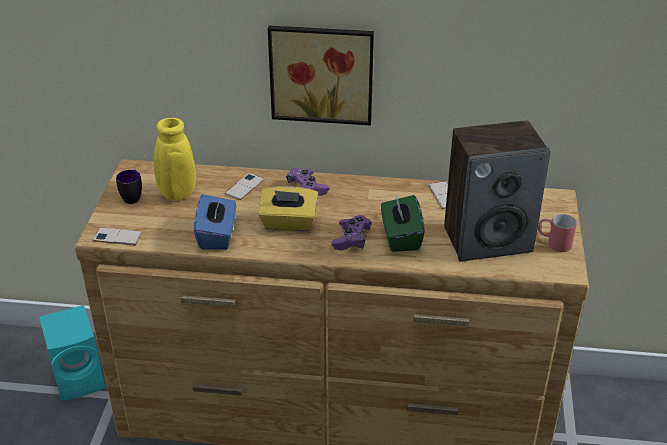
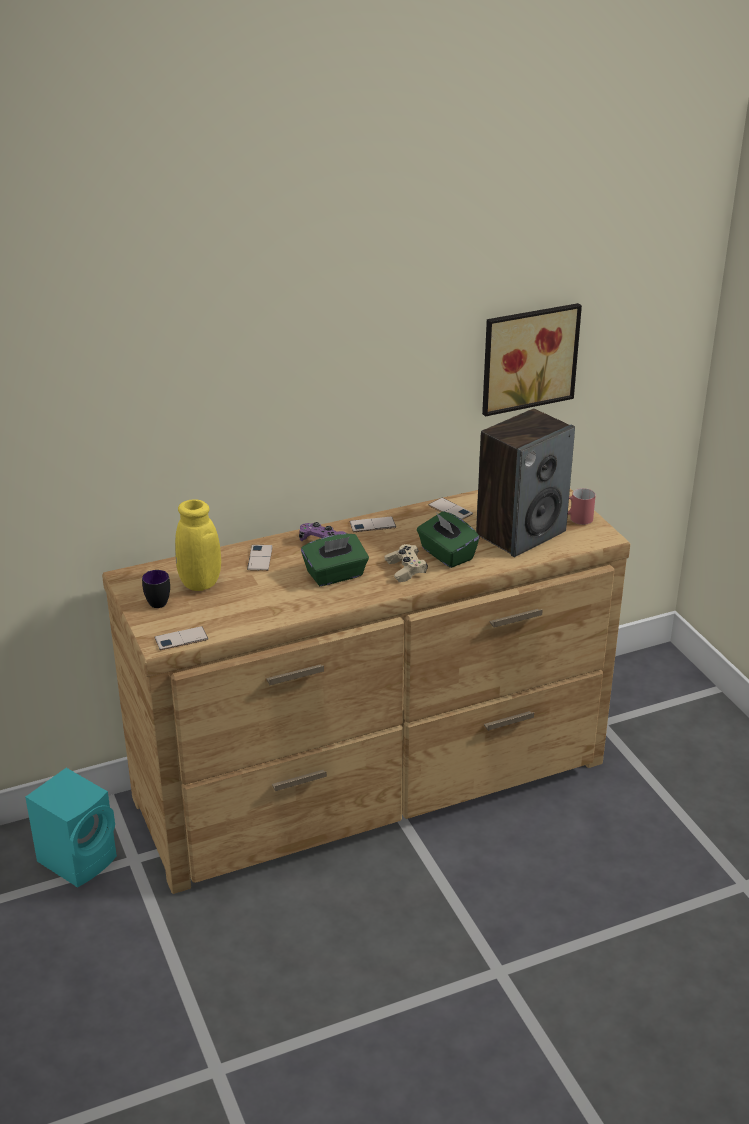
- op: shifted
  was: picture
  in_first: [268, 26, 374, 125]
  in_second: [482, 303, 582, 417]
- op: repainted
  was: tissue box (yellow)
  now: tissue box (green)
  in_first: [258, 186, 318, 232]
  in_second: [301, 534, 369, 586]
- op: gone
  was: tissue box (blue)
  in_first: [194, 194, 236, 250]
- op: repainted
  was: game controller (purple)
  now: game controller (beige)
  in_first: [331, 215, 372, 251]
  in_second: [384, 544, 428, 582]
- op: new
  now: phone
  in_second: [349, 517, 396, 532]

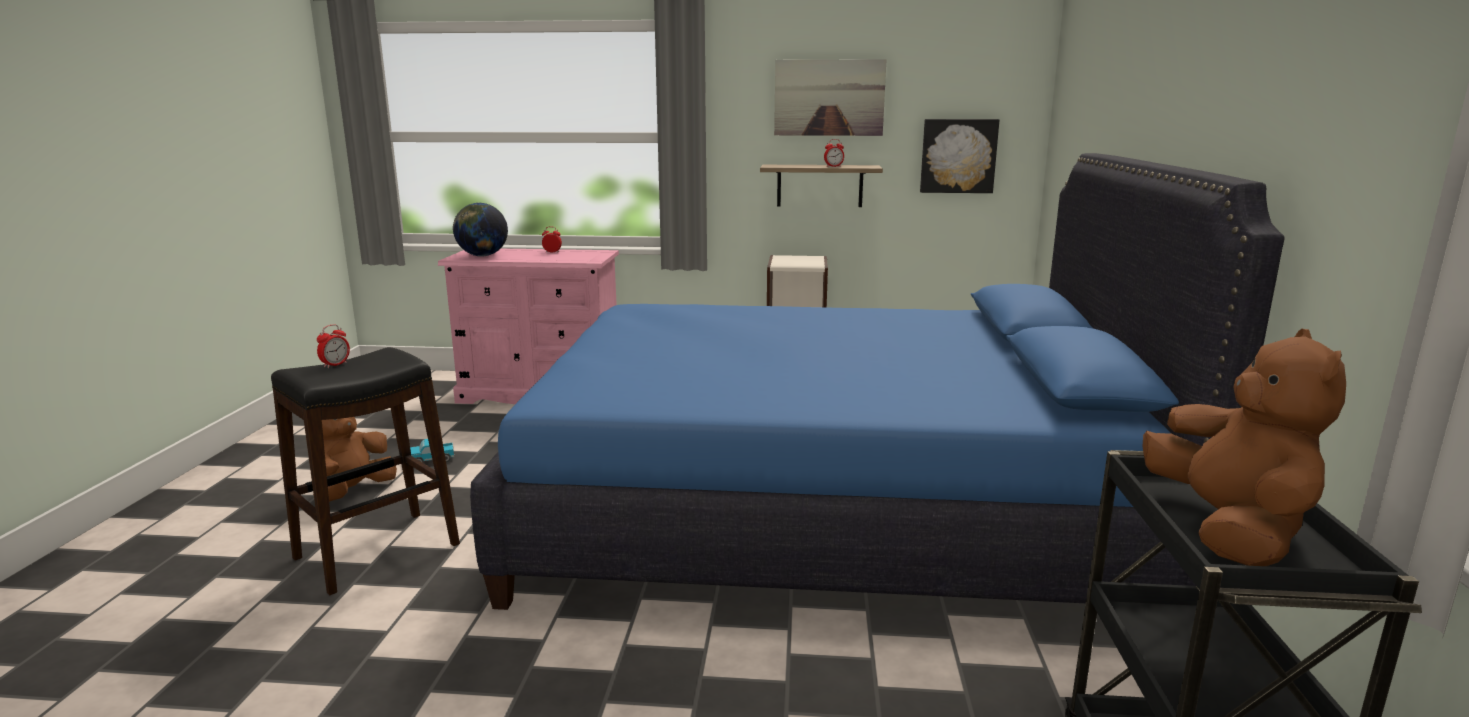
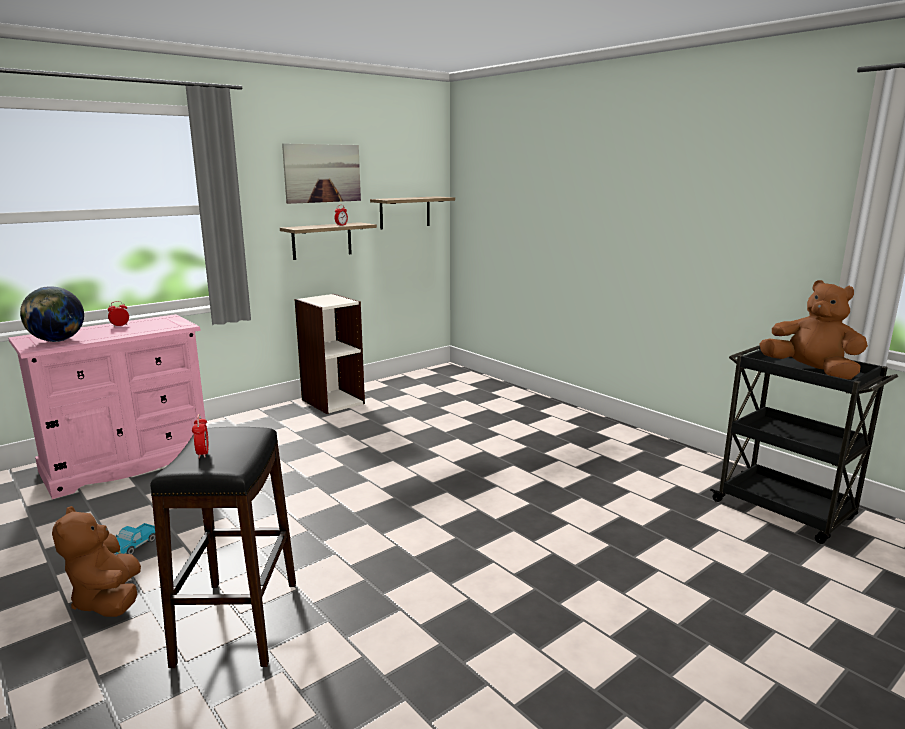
- op: swapped
  was: picture
  now: shelf
  in_first: [920, 119, 999, 193]
  in_second: [370, 196, 455, 229]
- op: gone
  was: bed (blue)
  in_first: [470, 153, 1285, 610]

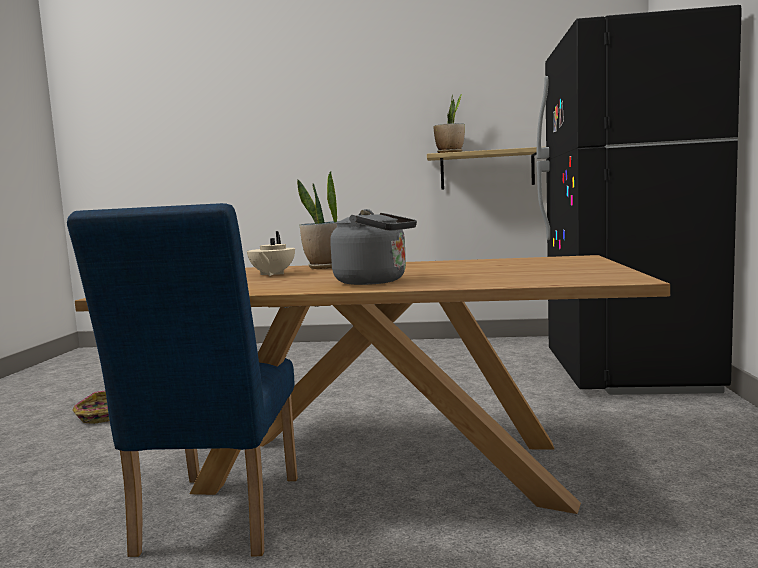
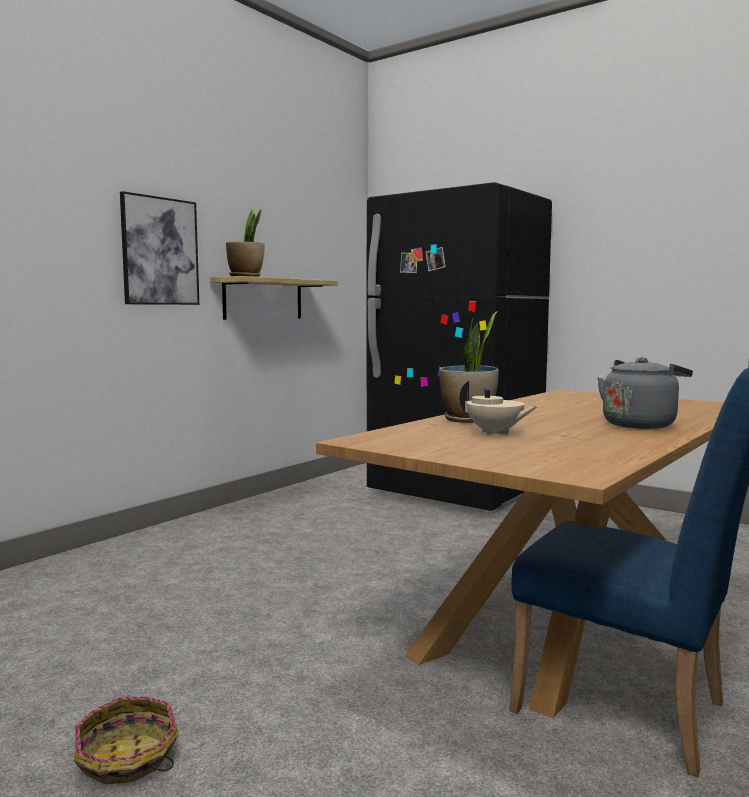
- op: new
  now: picture
  in_second: [120, 191, 199, 305]

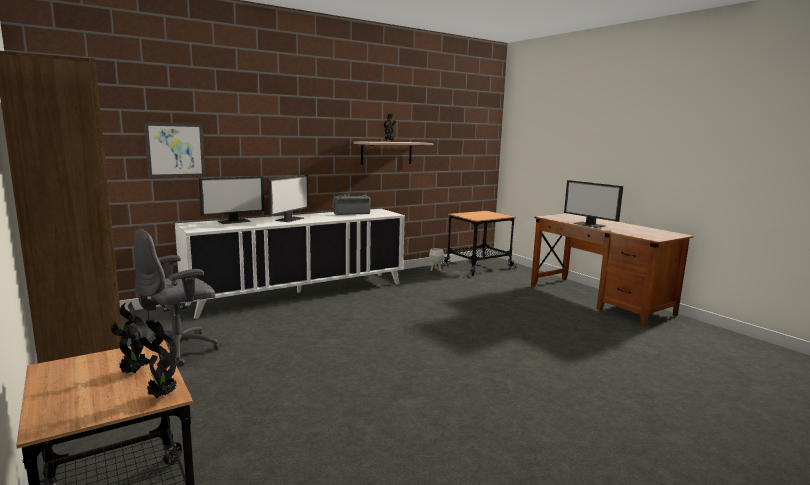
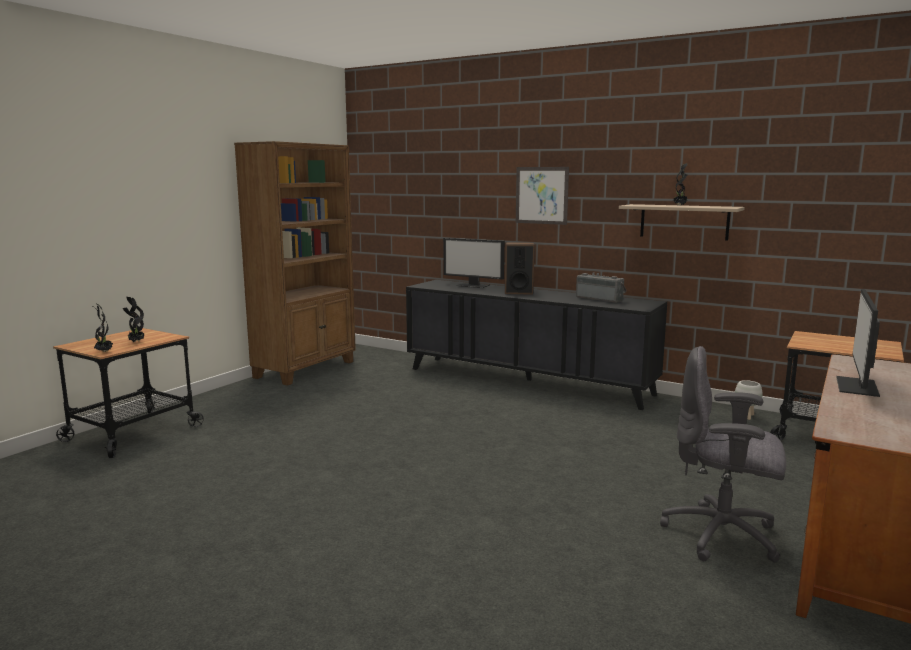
- op: shifted
  was: picture
  in_first: [144, 122, 206, 178]
  in_second: [516, 167, 569, 225]
- op: swapped
  was: monitor
  now: speaker
  in_first: [268, 175, 309, 222]
  in_second: [505, 242, 535, 294]
- op: repainted
  was: cabinet (white)
  now: cabinet (black)
  in_first: [175, 209, 405, 319]
  in_second: [406, 280, 667, 410]
- op: shifted
  was: office chair (grey)
  in_first: [134, 229, 220, 367]
  in_second: [660, 346, 786, 563]

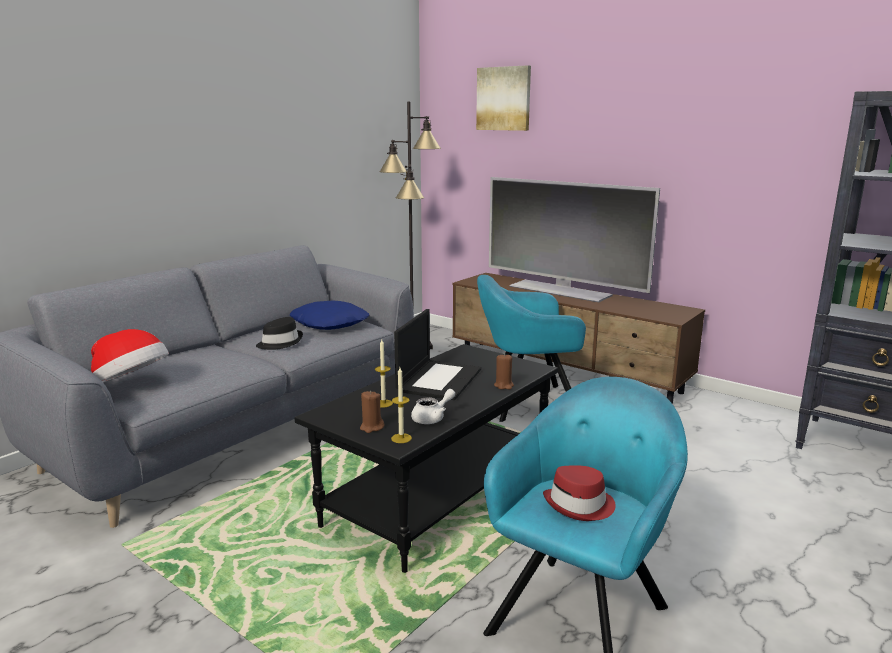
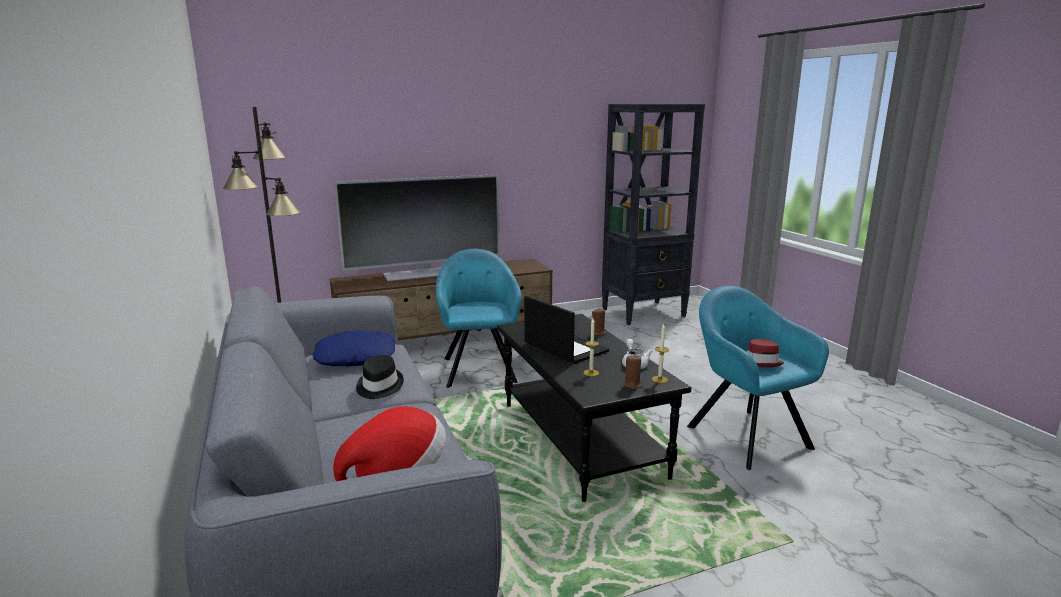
- op: gone
  was: picture
  in_first: [476, 65, 531, 131]
- op: rotated
  was: armchair (turquoise)
  in_first: [477, 275, 586, 422]
  in_second: [436, 249, 522, 388]
  clockwise: 150

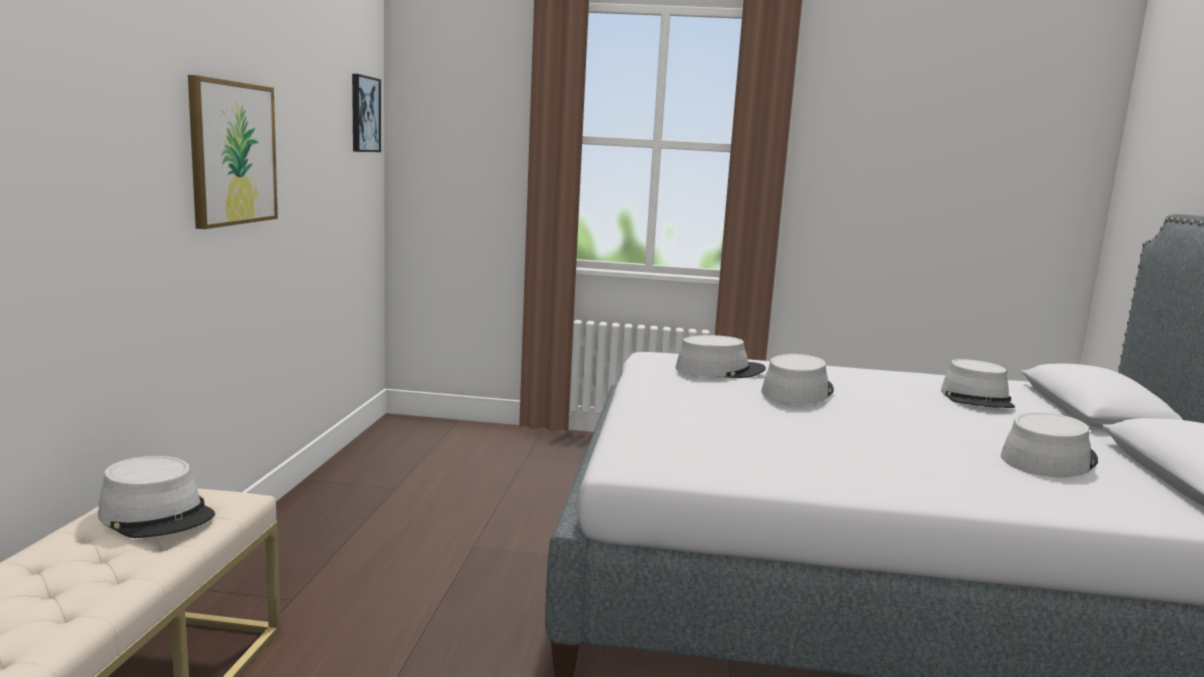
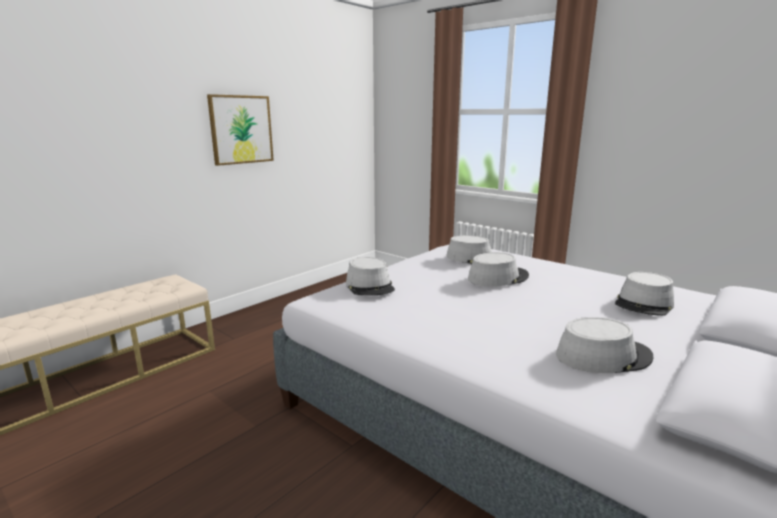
- op: gone
  was: picture
  in_first: [352, 74, 381, 152]
- op: shifted
  was: hat (grey)
  in_first: [98, 456, 215, 538]
  in_second: [346, 257, 395, 296]

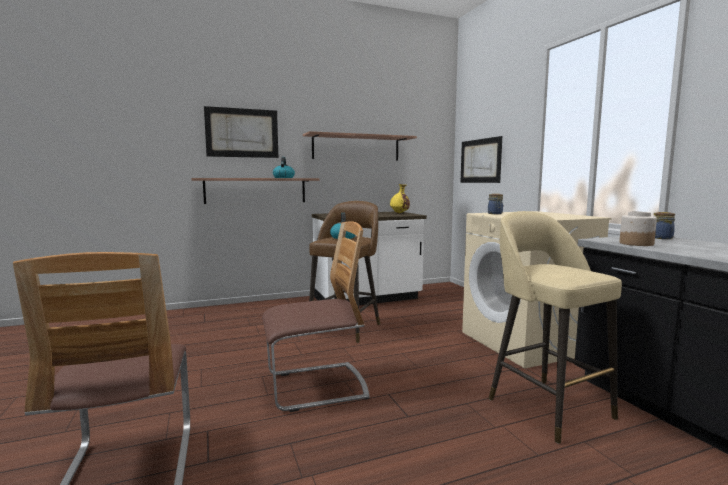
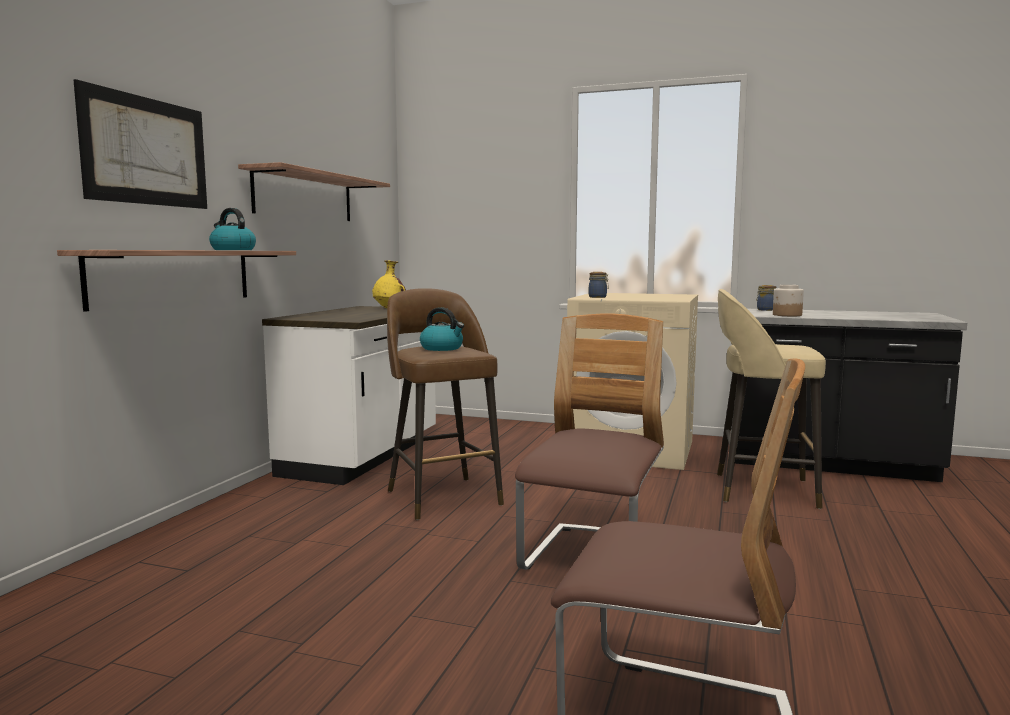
- op: gone
  was: picture
  in_first: [460, 136, 502, 183]

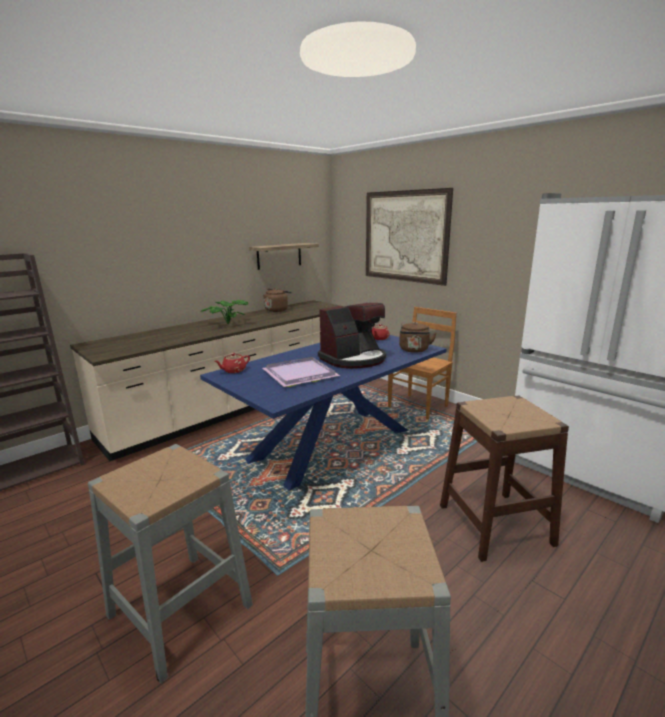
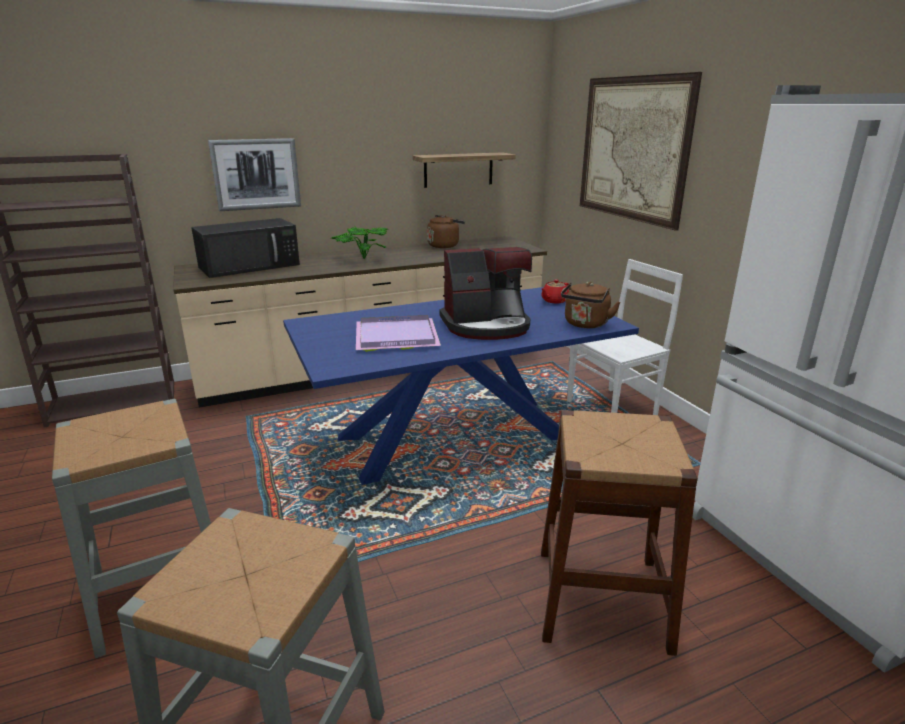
- op: repainted
  was: chair (brown)
  now: chair (white)
  in_first: [388, 307, 456, 420]
  in_second: [567, 259, 683, 415]
- op: gone
  was: teapot (red)
  in_first: [215, 353, 250, 373]
- op: new
  now: picture
  in_second: [208, 138, 301, 211]
- op: new
  now: microwave (black)
  in_second: [191, 218, 300, 278]

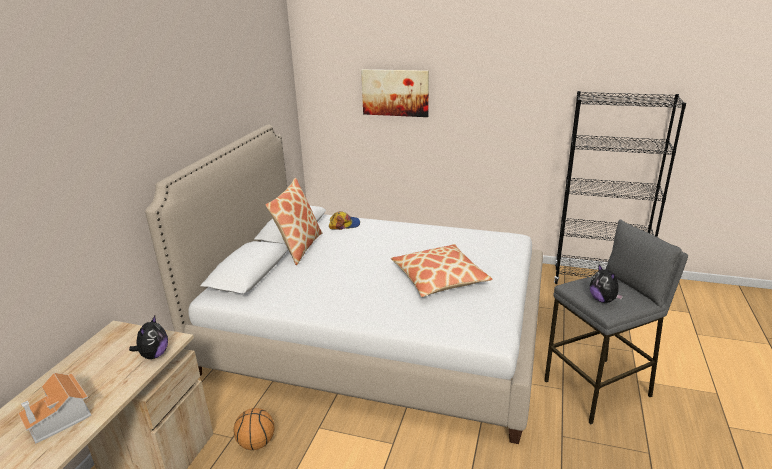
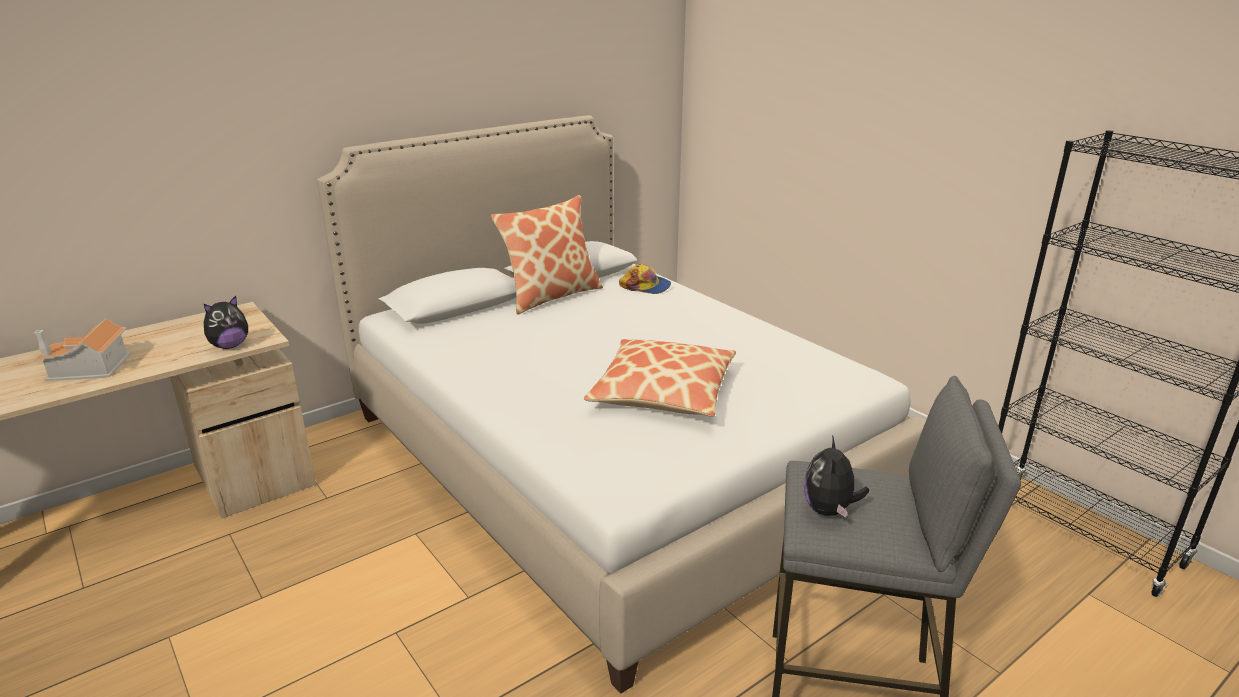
- op: gone
  was: picture
  in_first: [361, 69, 429, 117]
- op: gone
  was: basketball
  in_first: [234, 408, 274, 450]

